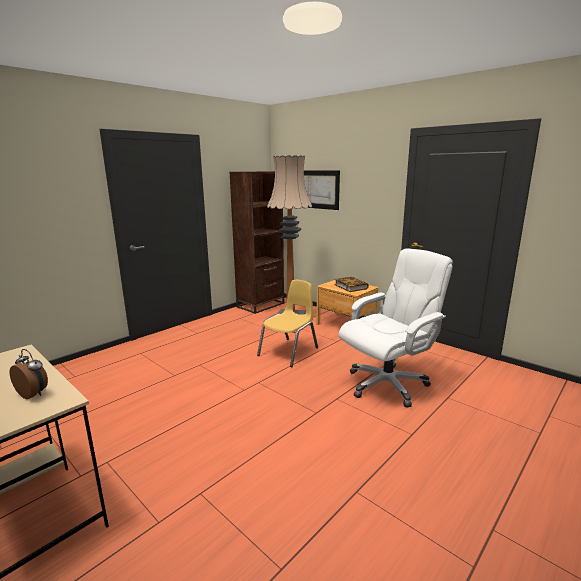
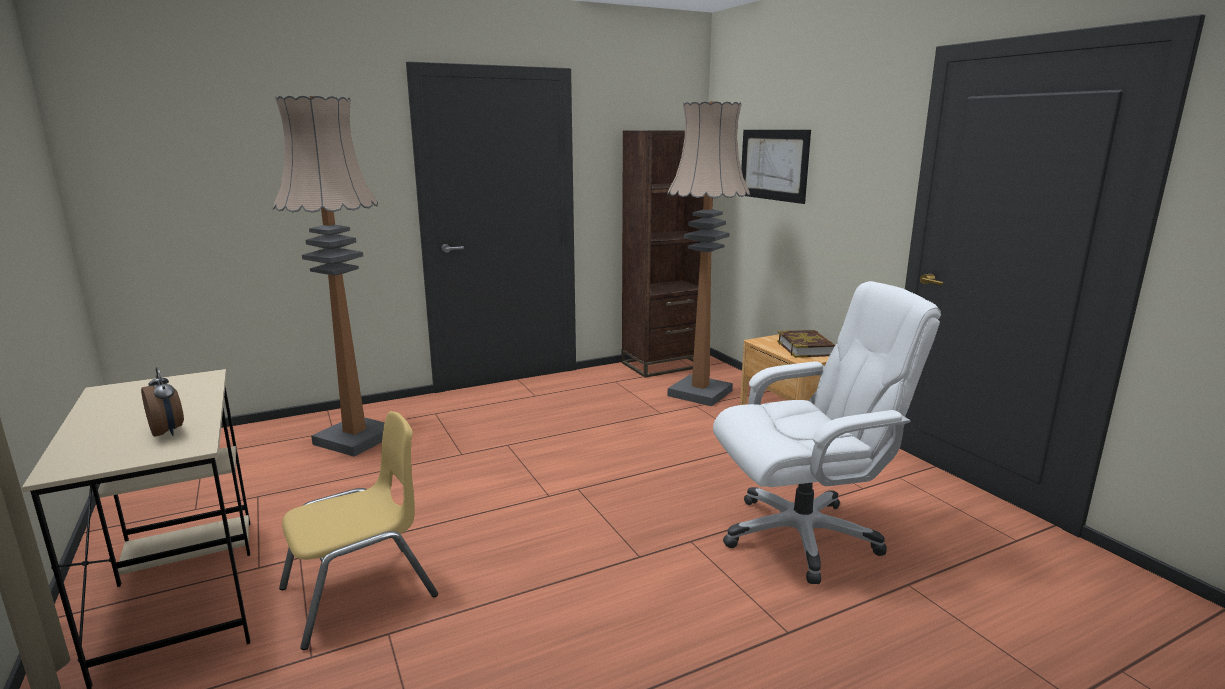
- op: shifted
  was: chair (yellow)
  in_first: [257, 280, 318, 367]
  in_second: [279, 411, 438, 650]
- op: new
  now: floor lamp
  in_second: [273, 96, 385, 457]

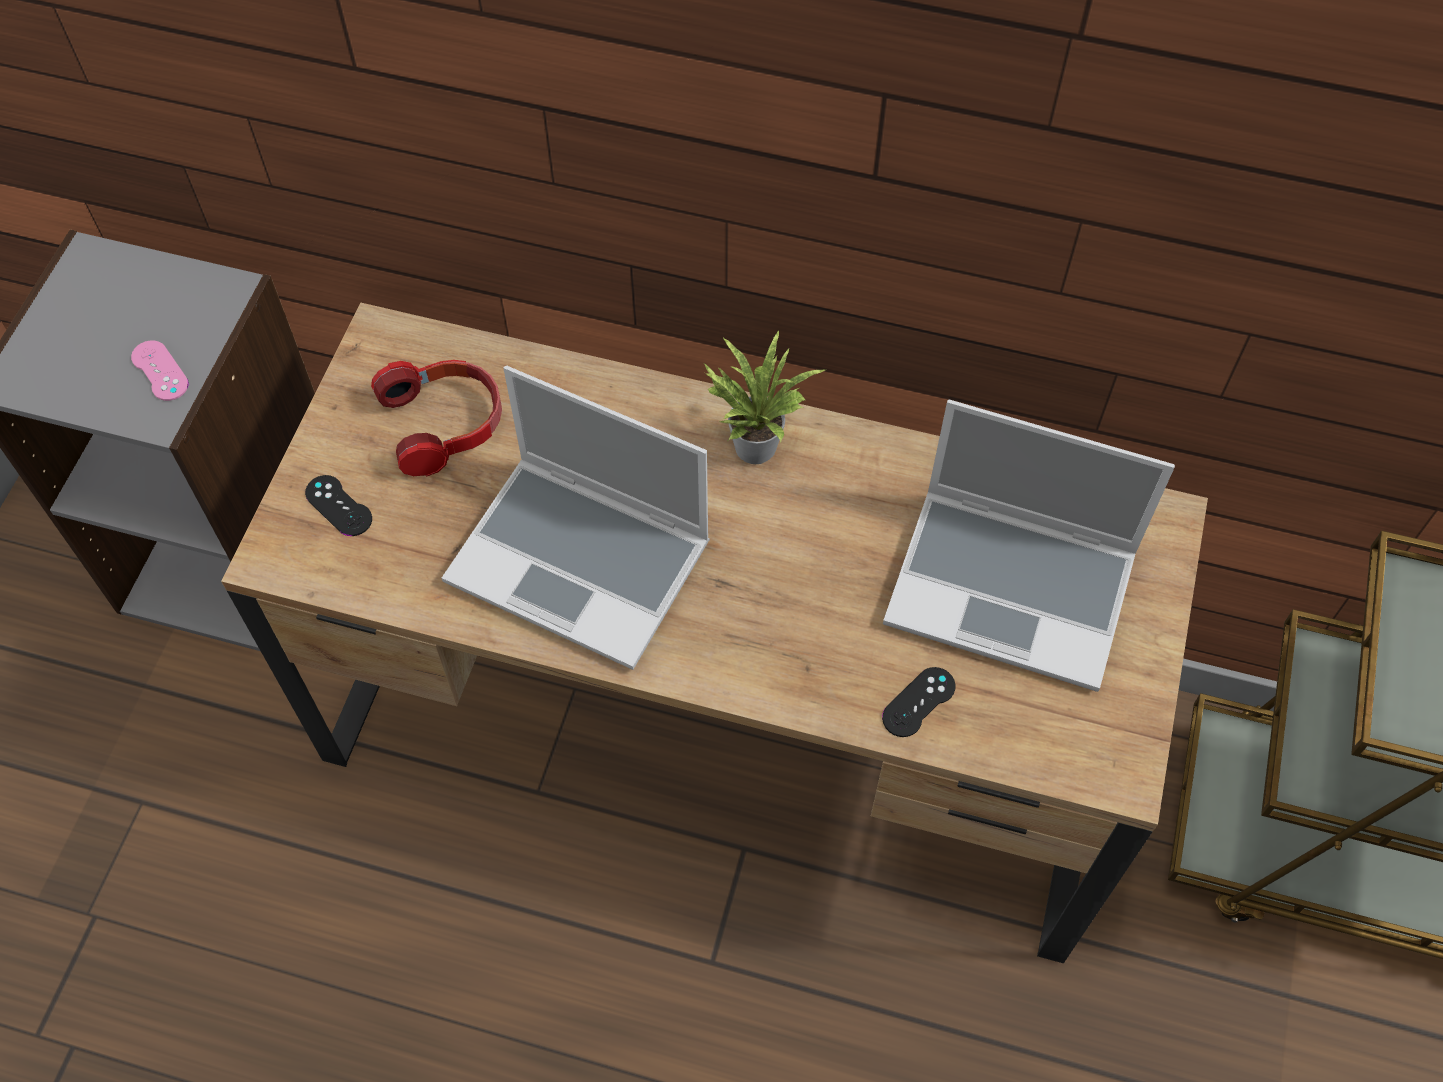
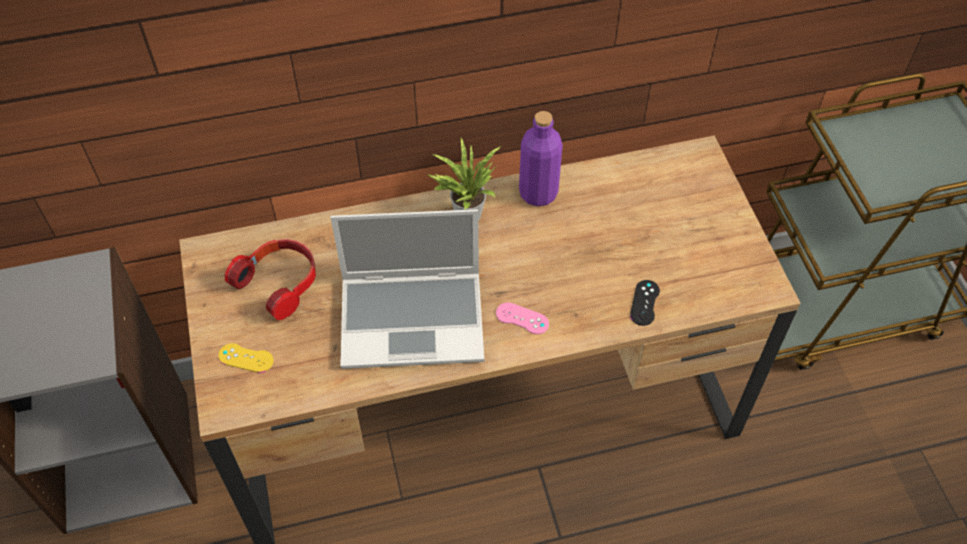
- op: shifted
  was: game controller (pink)
  in_first: [131, 341, 188, 401]
  in_second: [496, 302, 549, 334]
- op: gone
  was: laptop
  in_first: [883, 400, 1175, 692]
- op: repainted
  was: game controller (black)
  now: game controller (yellow)
  in_first: [305, 475, 372, 536]
  in_second: [218, 343, 274, 373]
- op: new
  now: bottle (purple)
  in_second: [519, 111, 563, 206]

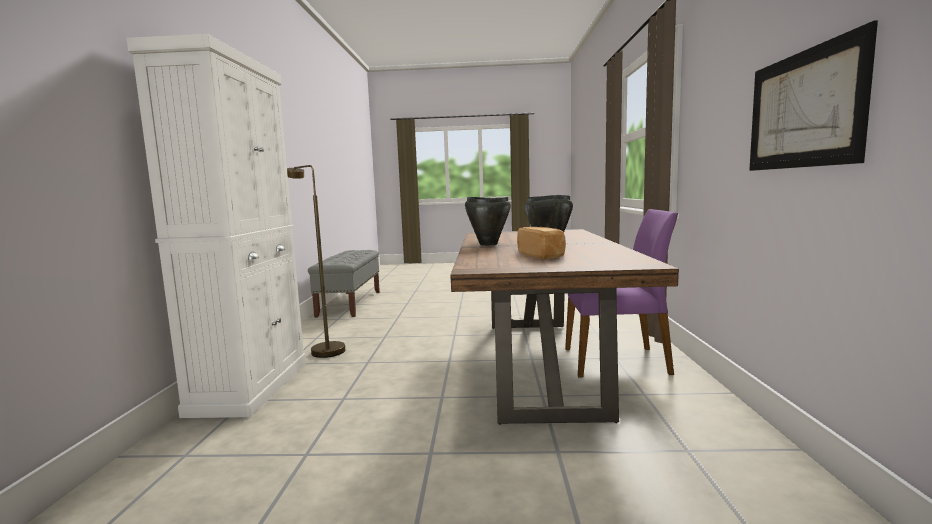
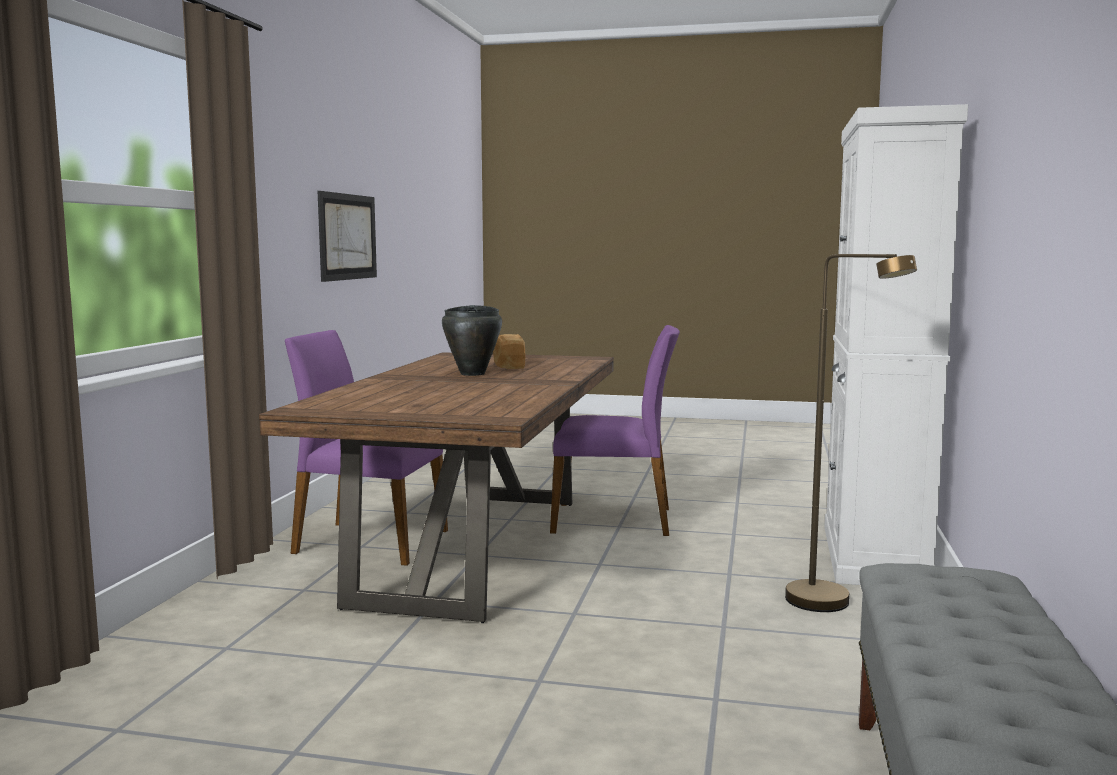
- op: gone
  was: cooking pot (black)
  in_first: [465, 197, 511, 246]
- op: new
  now: chair (purple)
  in_second: [550, 325, 680, 536]

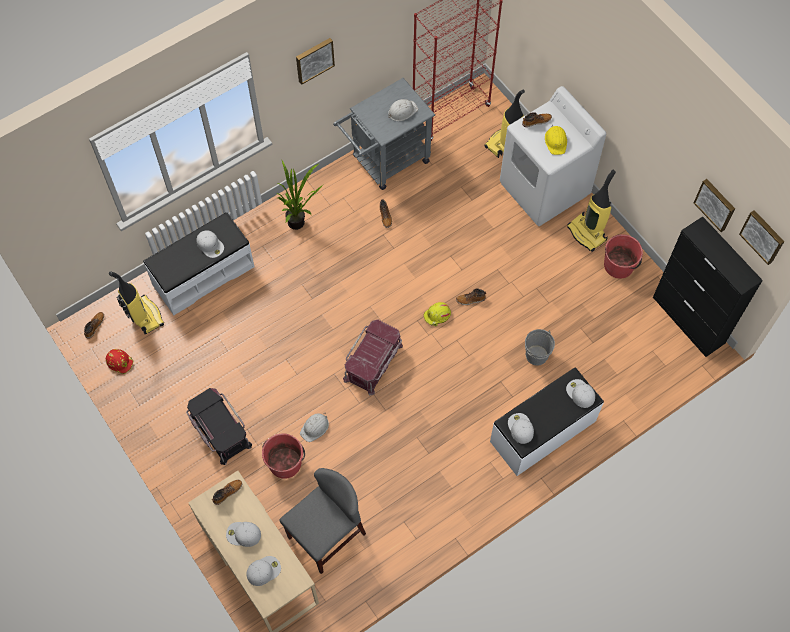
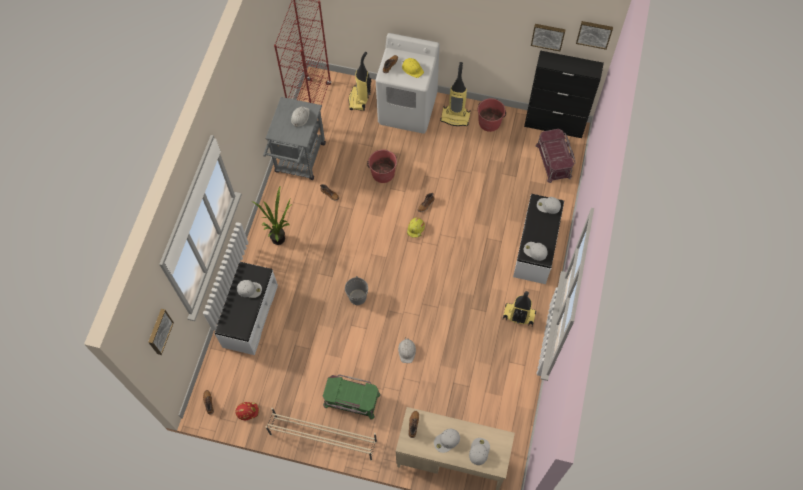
- op: shifted
  was: picture
  in_first: [296, 38, 335, 85]
  in_second: [148, 309, 174, 355]
- op: shifted
  was: vacuum cleaner
  in_first: [109, 272, 164, 334]
  in_second: [503, 291, 536, 326]
- op: shifted
  was: storage box (red)
  in_first: [343, 319, 403, 395]
  in_second: [536, 129, 576, 183]
- op: shifted
  was: bucket (grey)
  in_first: [525, 329, 555, 366]
  in_second: [345, 276, 368, 305]
- op: repainted
  was: storage box (black)
  now: storage box (green)
  in_first: [186, 388, 252, 465]
  in_second: [323, 375, 381, 420]
- op: shifted
  was: bucket (red)
  in_first: [262, 433, 305, 479]
  in_second: [367, 149, 397, 183]
- op: gone
  was: chair (grey)
  in_first: [280, 468, 366, 574]
- op: new
  now: shoe rack (beige)
  in_second: [266, 408, 377, 461]

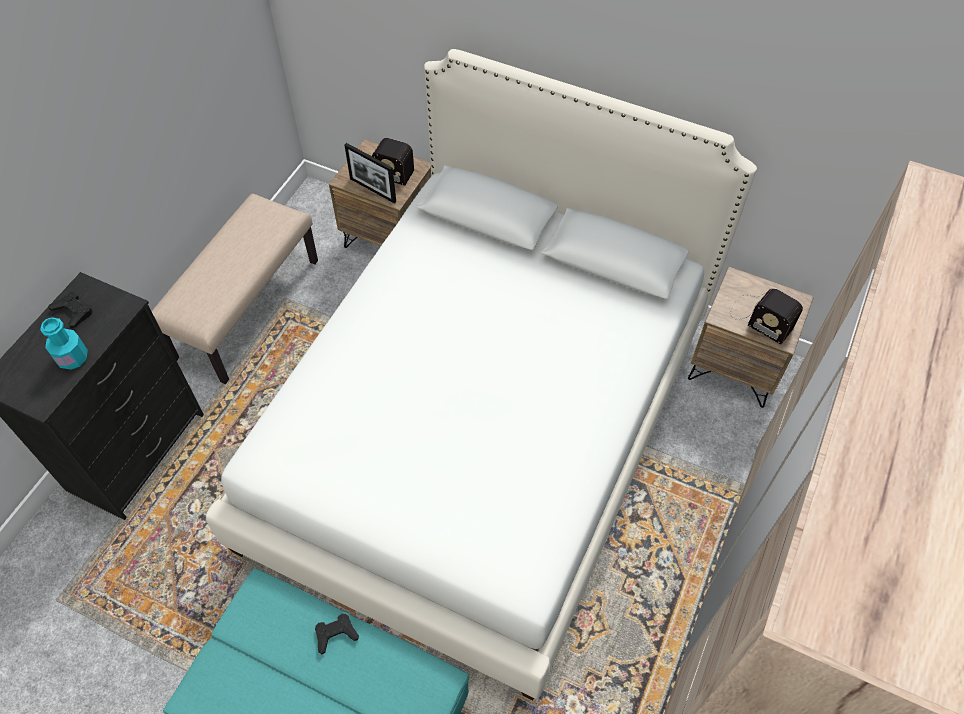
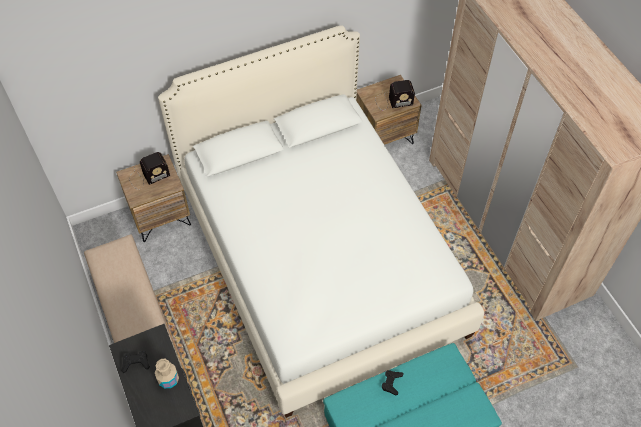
- op: gone
  was: picture frame
  in_first: [344, 143, 396, 203]
- op: repainted
  was: bottle (turquoise)
  now: bottle (beige)
  in_first: [40, 317, 88, 370]
  in_second: [155, 359, 179, 388]

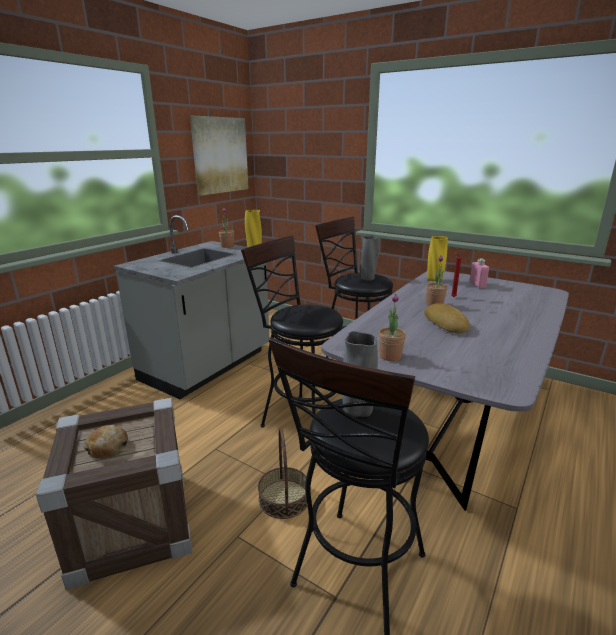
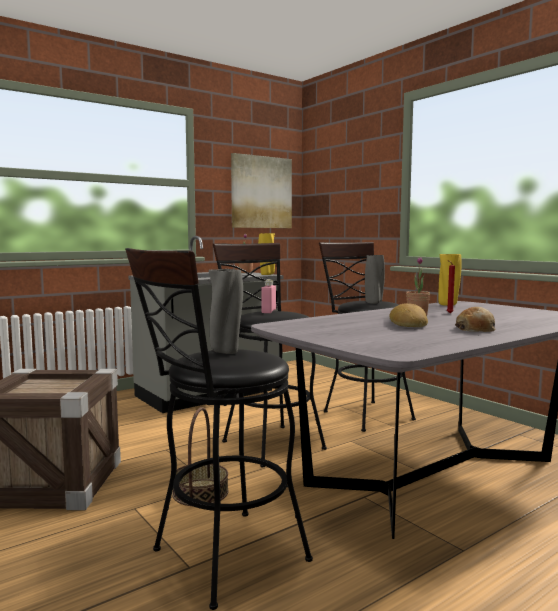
- op: shifted
  was: bottle (pink)
  in_first: [469, 258, 489, 288]
  in_second: [261, 279, 276, 313]
- op: gone
  was: potted plant
  in_first: [379, 294, 406, 361]
- op: shifted
  was: bread
  in_first: [84, 425, 128, 459]
  in_second: [455, 307, 496, 332]

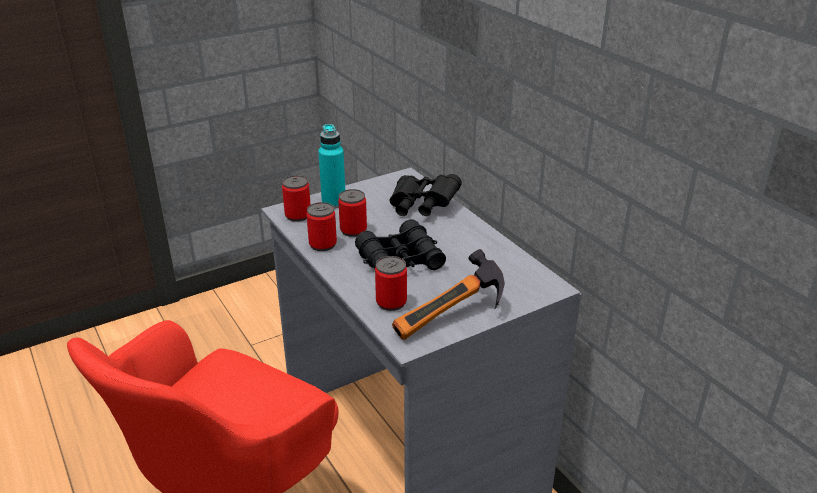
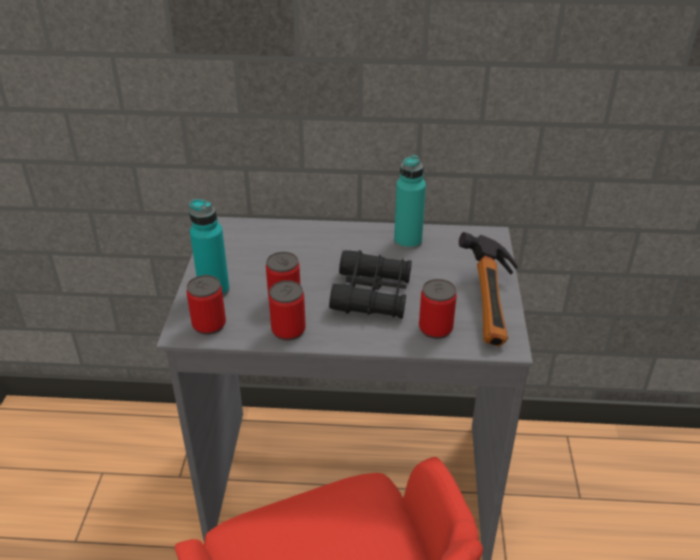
- op: gone
  was: binoculars (black)
  in_first: [389, 174, 462, 216]
- op: new
  now: bottle (turquoise)
  in_second: [394, 155, 426, 250]

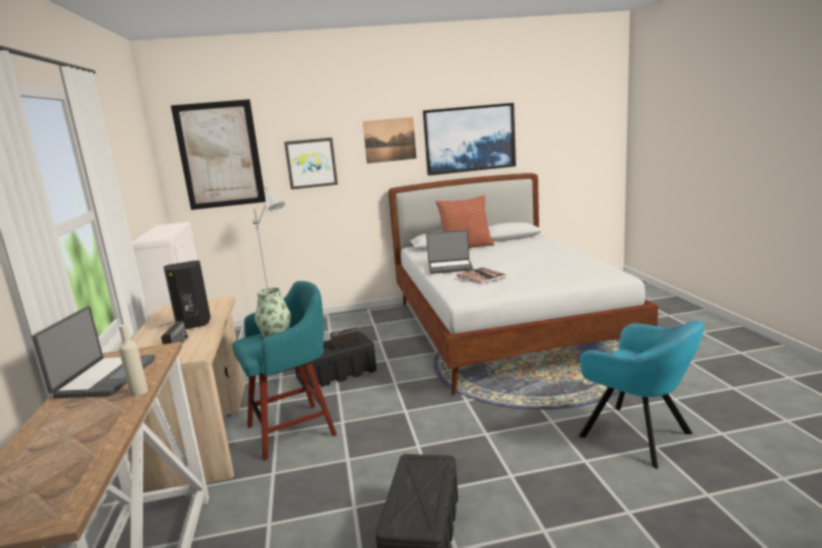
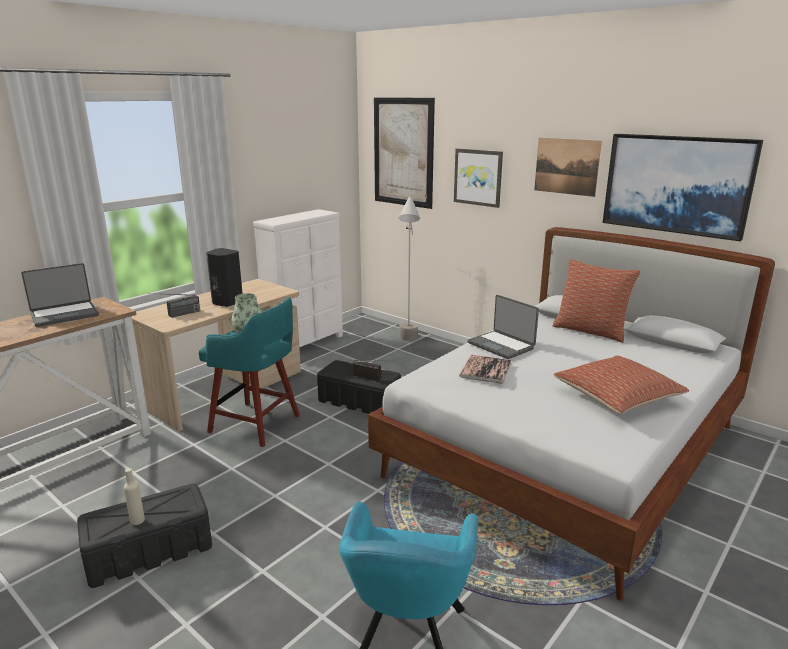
- op: shifted
  was: bottle (beige)
  in_first: [119, 324, 148, 397]
  in_second: [124, 468, 145, 525]
- op: new
  now: pillow
  in_second: [554, 356, 689, 414]

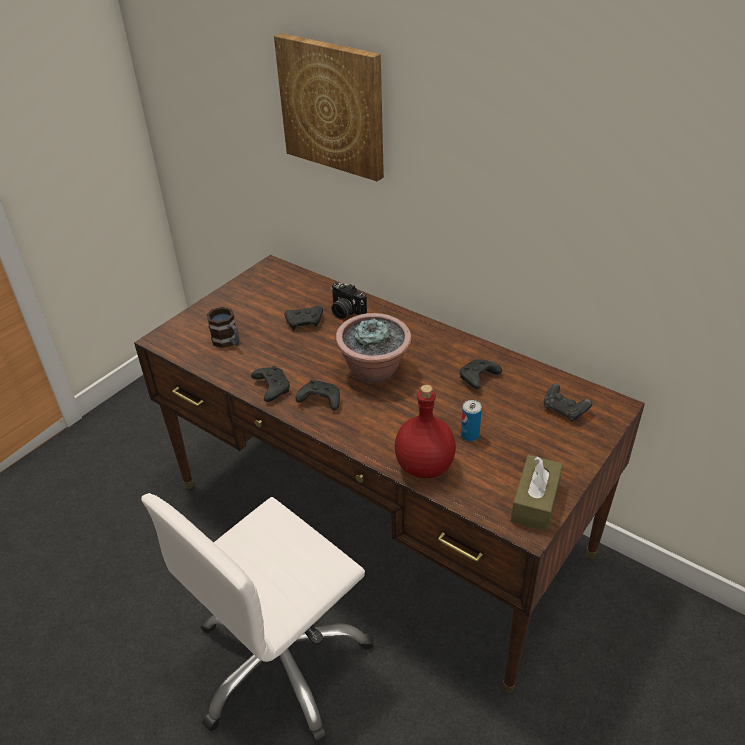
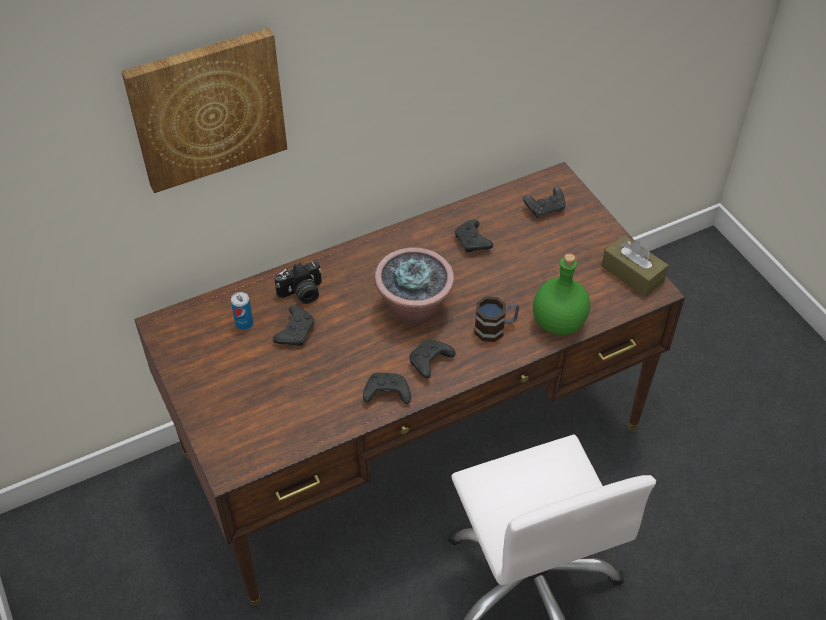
- op: shifted
  was: mug
  in_first: [206, 307, 239, 348]
  in_second: [474, 296, 519, 342]
- op: repainted
  was: bottle (red)
  now: bottle (green)
  in_first: [395, 385, 456, 478]
  in_second: [533, 253, 590, 335]
- op: shifted
  was: can
  in_first: [461, 400, 482, 441]
  in_second: [231, 292, 253, 330]

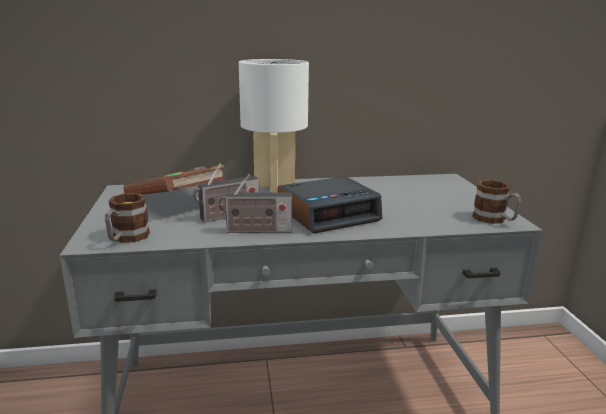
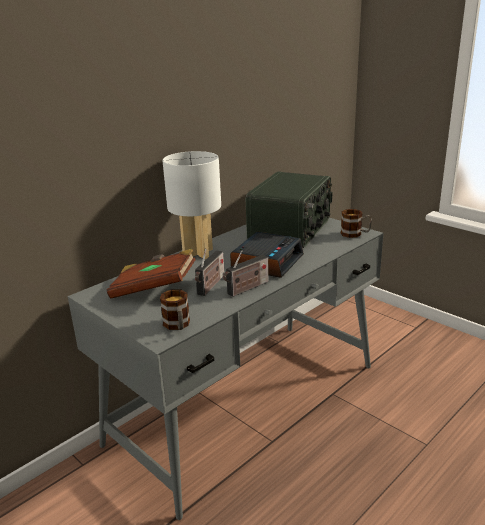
- op: new
  now: radio
  in_second: [246, 171, 332, 248]

